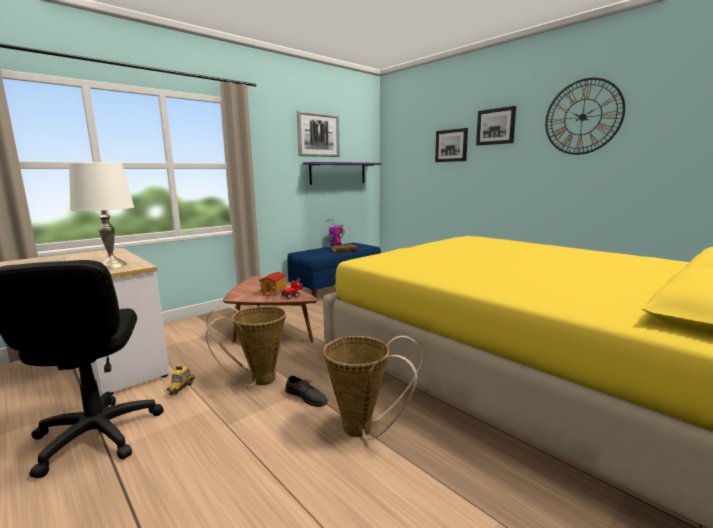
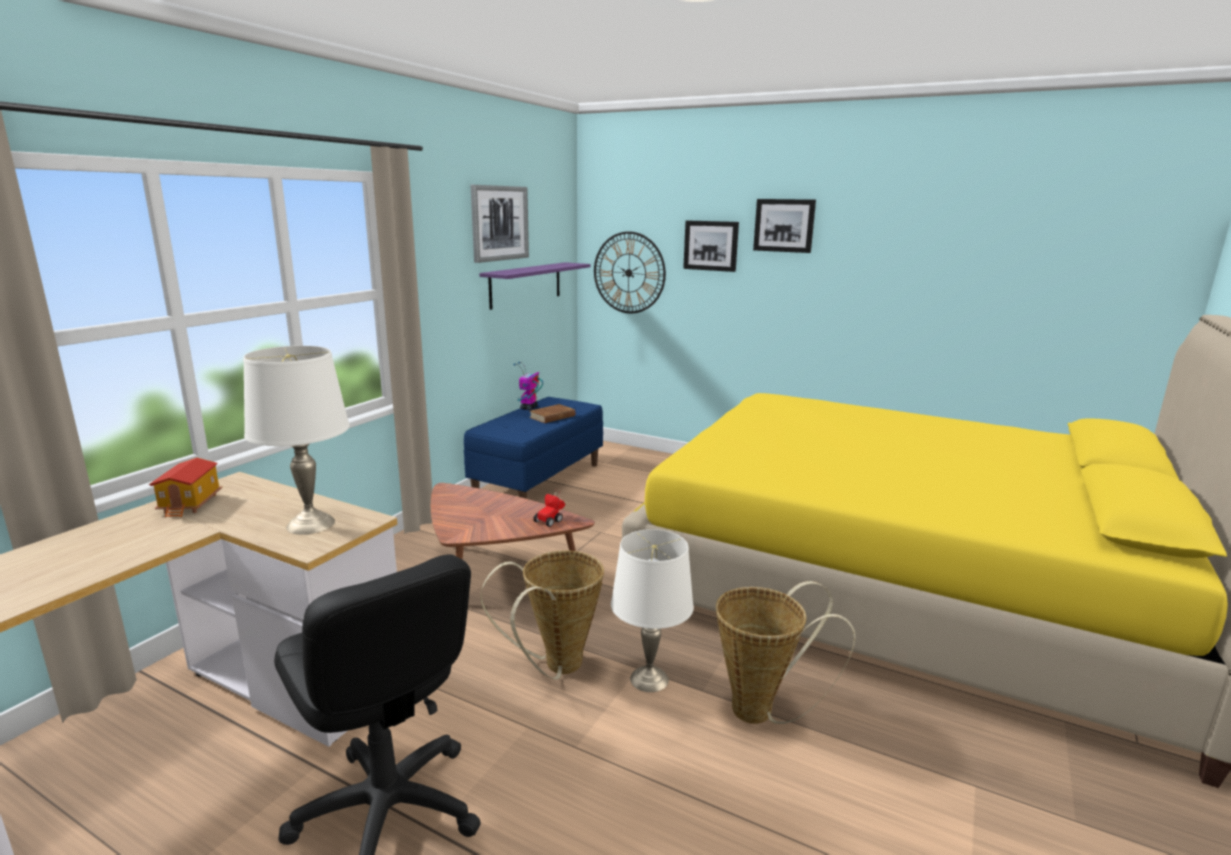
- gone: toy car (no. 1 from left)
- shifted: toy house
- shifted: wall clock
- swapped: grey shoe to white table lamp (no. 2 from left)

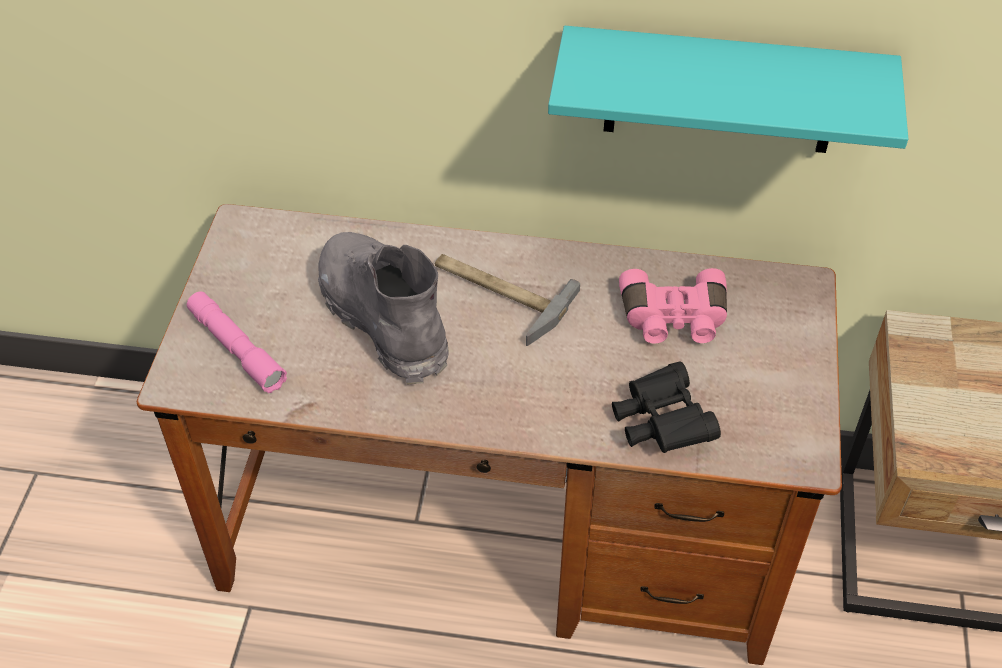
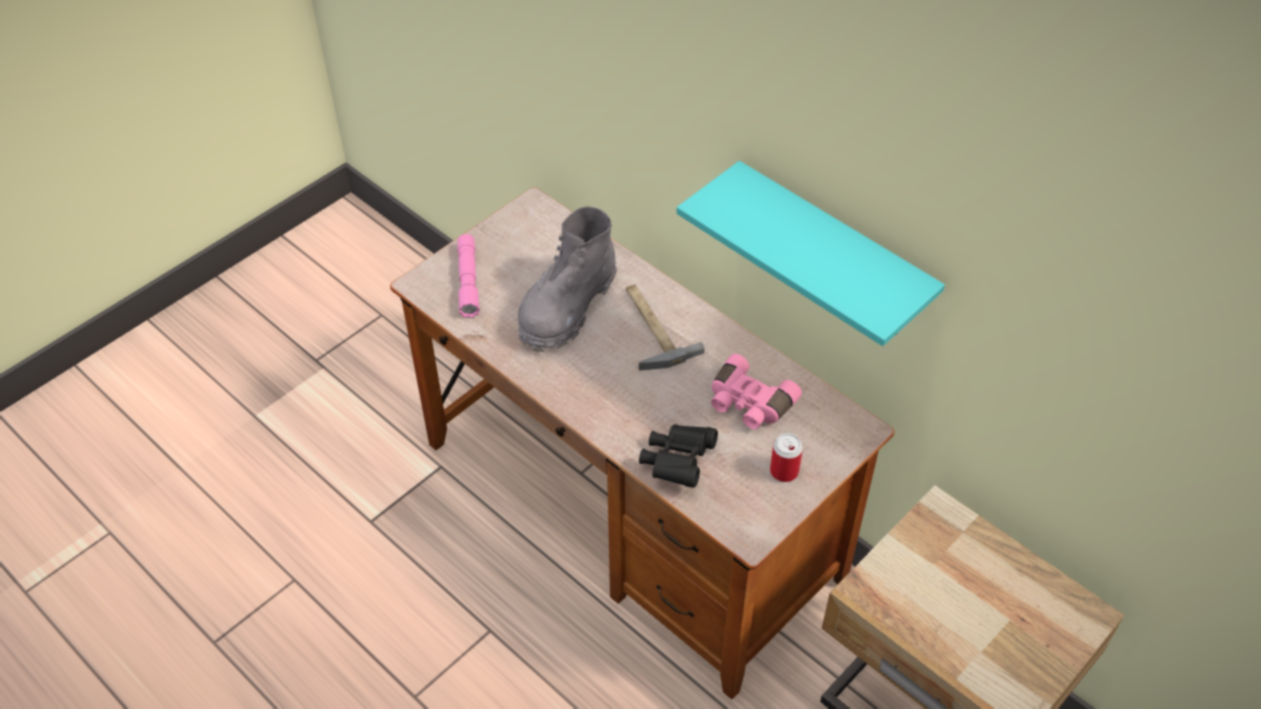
- new: can
- rotated: grey boot 150 degrees counterclockwise

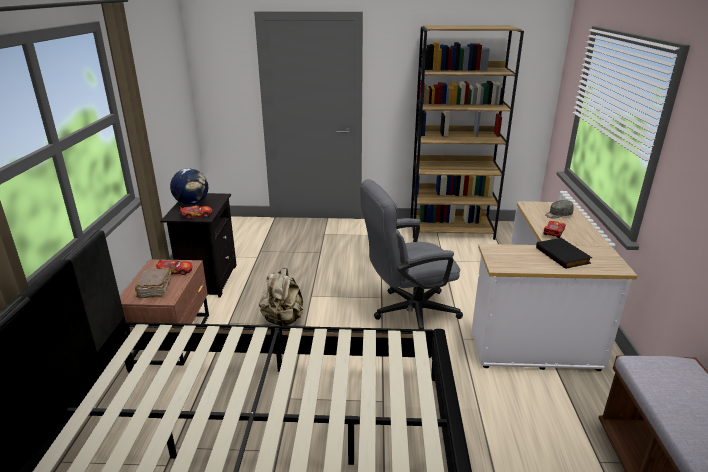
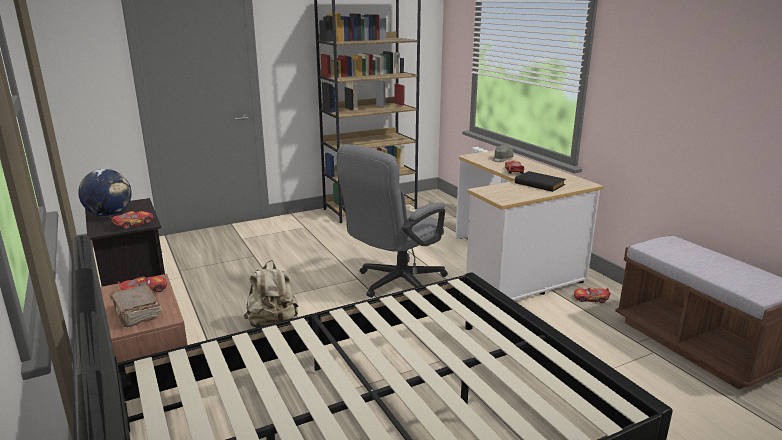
- new: toy car (no. 4 from left)

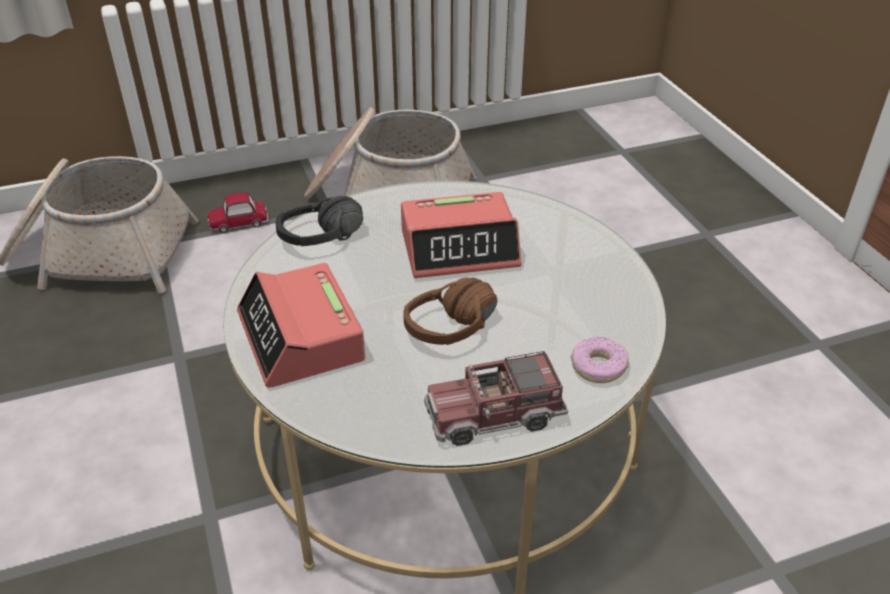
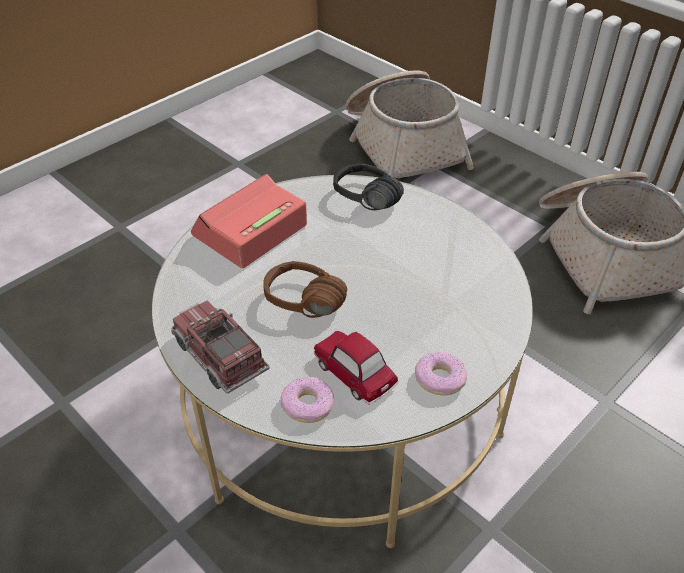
- gone: alarm clock (no. 2 from left)
- new: donut (no. 2 from left)
- shifted: toy car

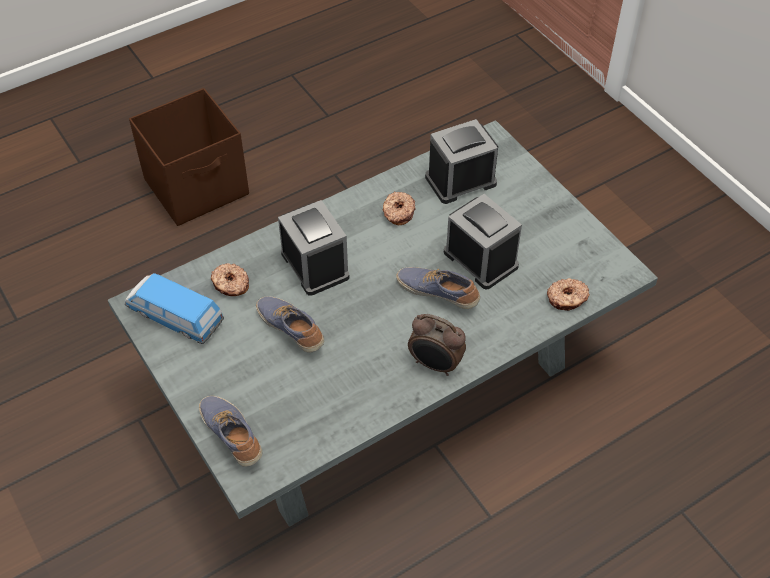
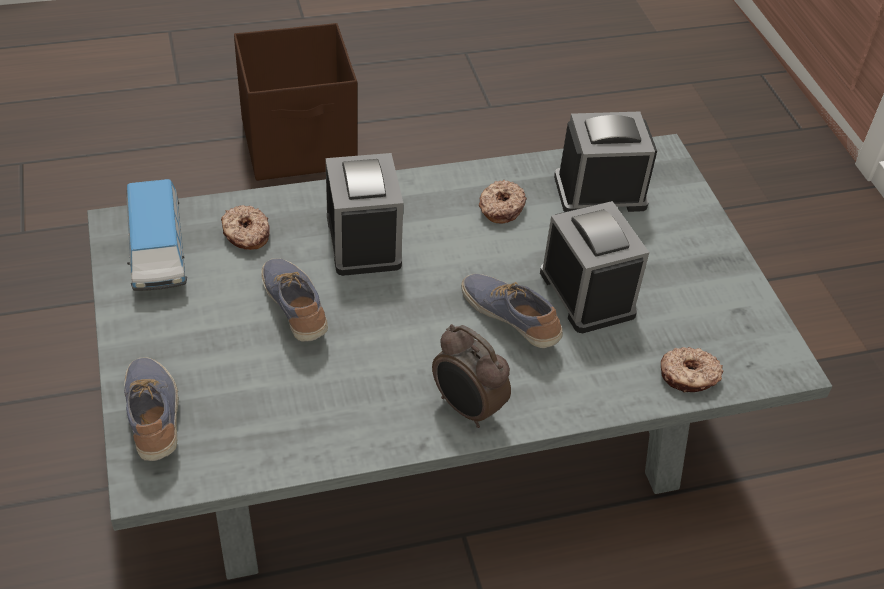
- rotated: toy car 150 degrees counterclockwise

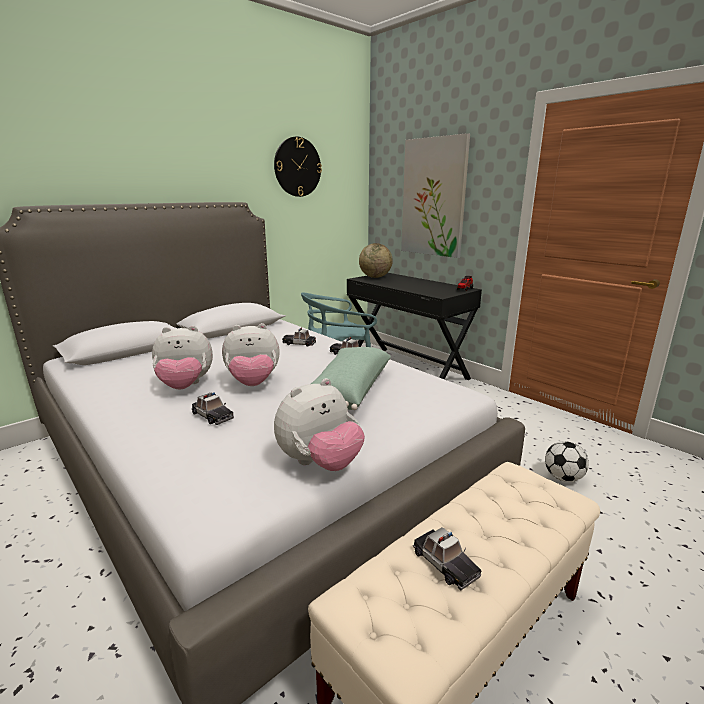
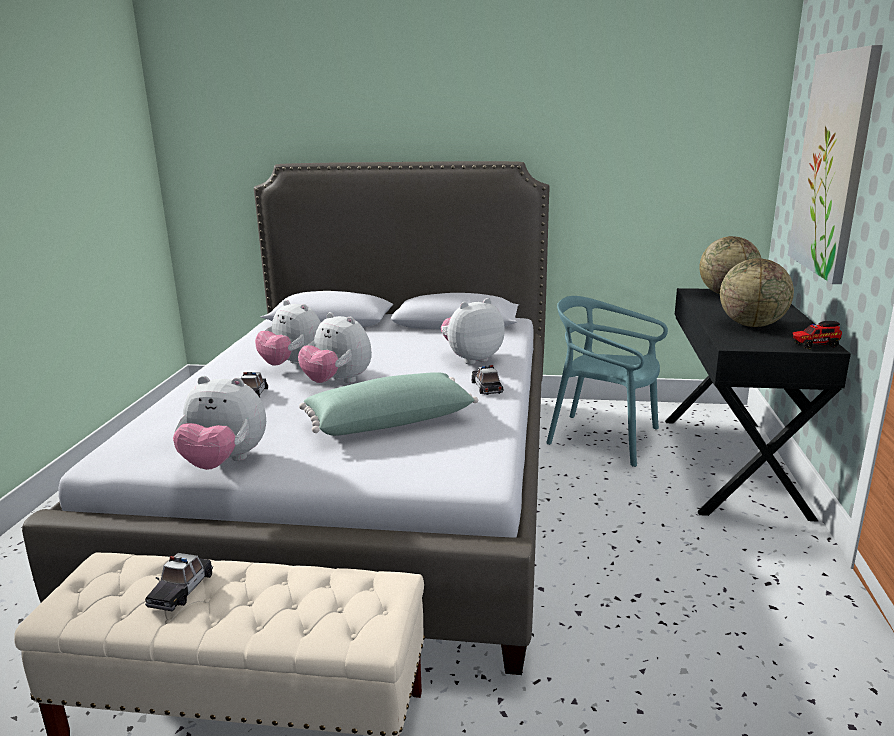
- gone: wall clock
- gone: football
- new: globe (no. 2 from left)
- swapped: toy car (no. 2 from left) to plush toy (no. 4 from left)

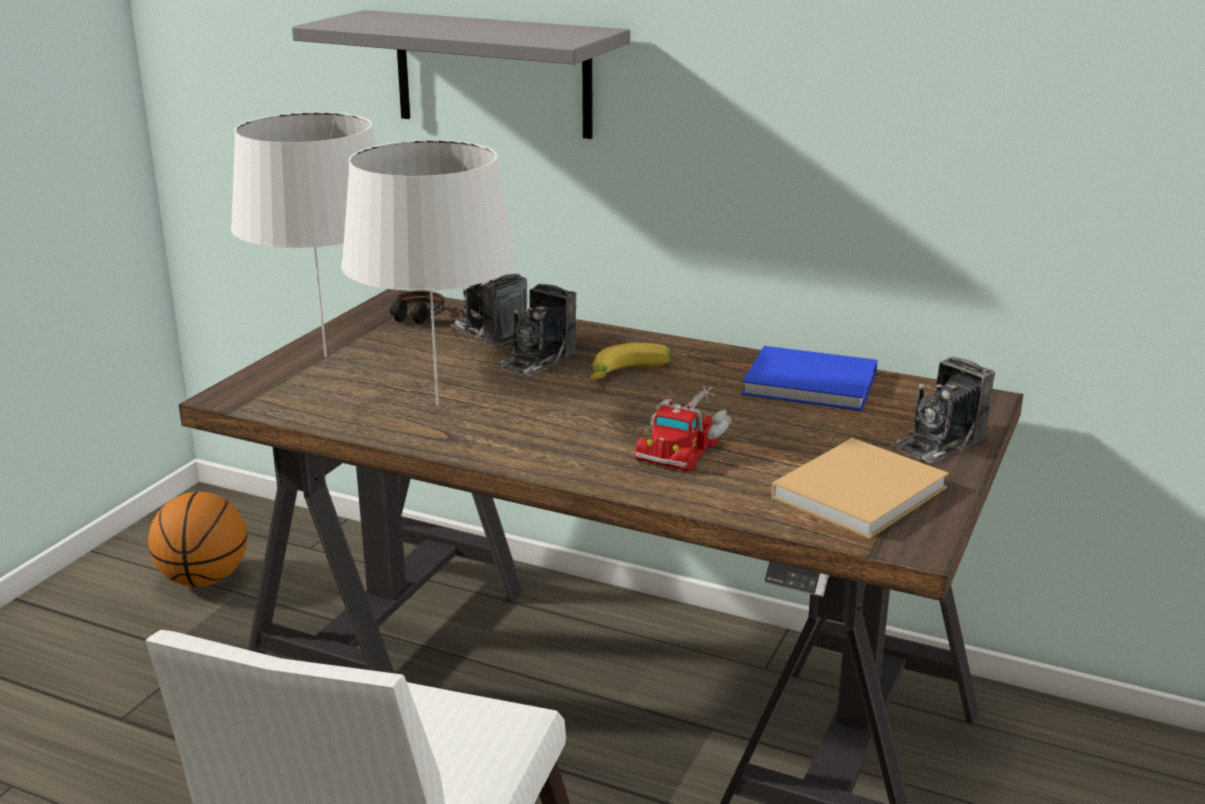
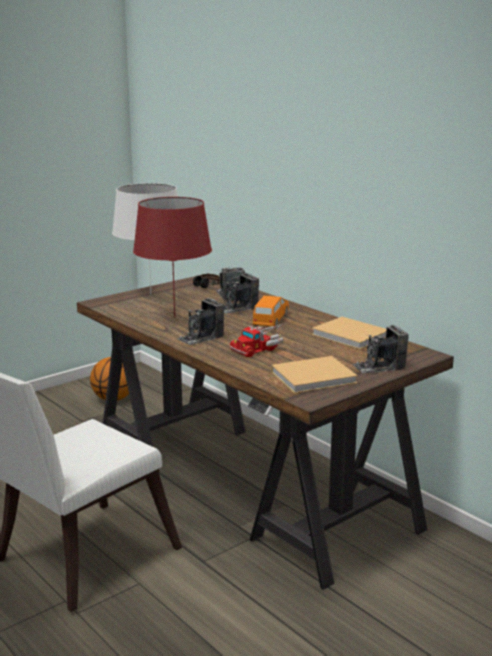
- gone: grey shelf
- new: photo camera (no. 1 from left)
- swapped: banana to orange toy car
- repainted: white table lamp (no. 2 from left) to red table lamp
- repainted: blue book to beige book (no. 2 from left)

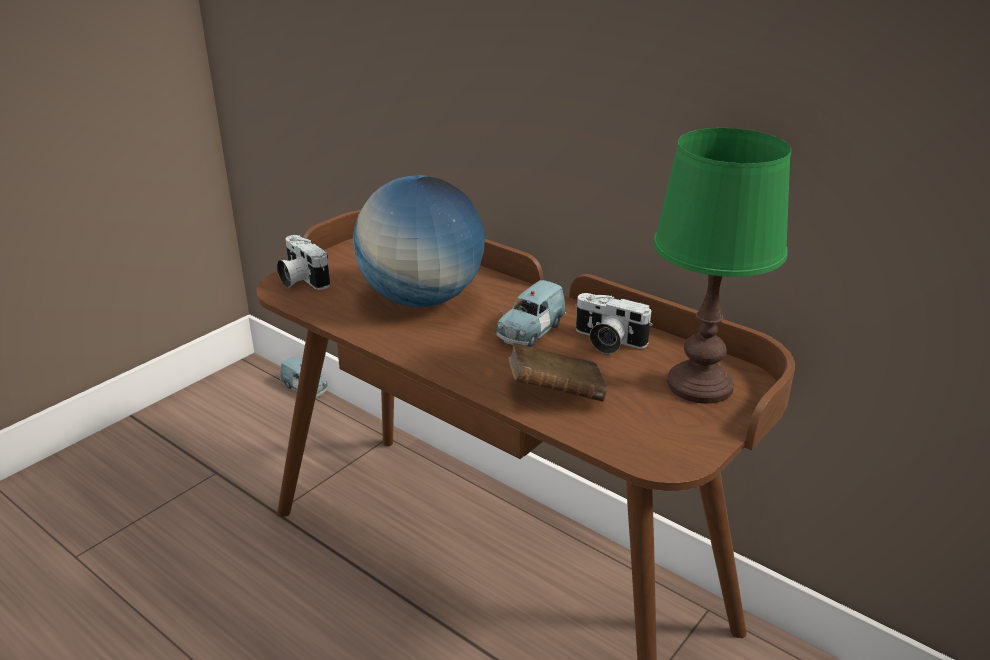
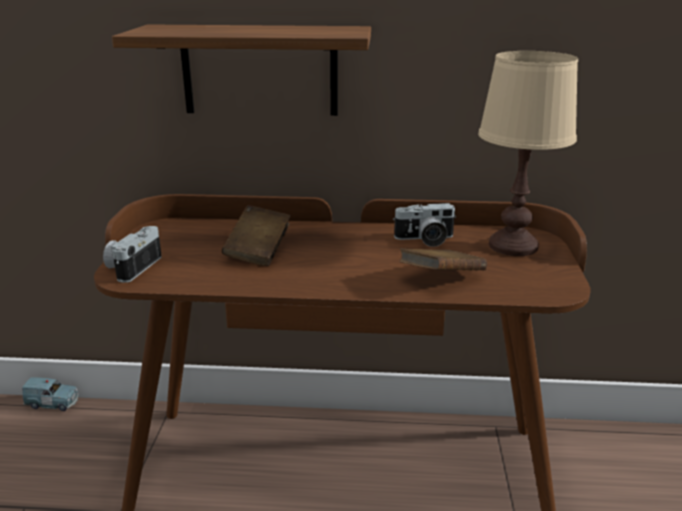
- gone: blue toy car (no. 2 from left)
- new: shelf
- swapped: globe to brown book (no. 1 from left)
- repainted: green table lamp to beige table lamp
- rotated: photo camera (no. 1 from left) 90 degrees clockwise

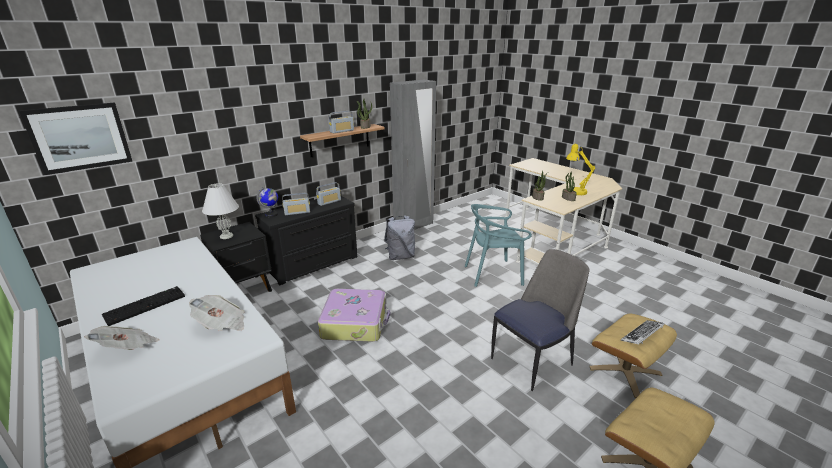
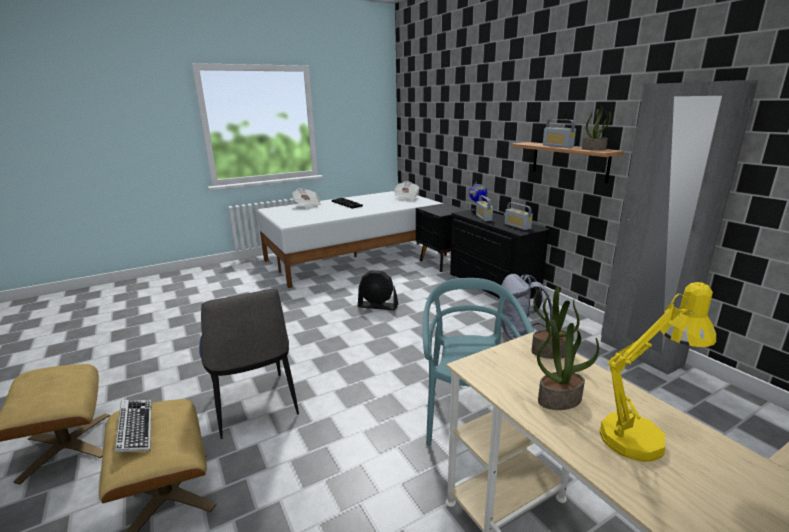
- gone: picture
- gone: white table lamp
- shifted: newspaper (no. 2 from left)
- swapped: suitcase to black fan

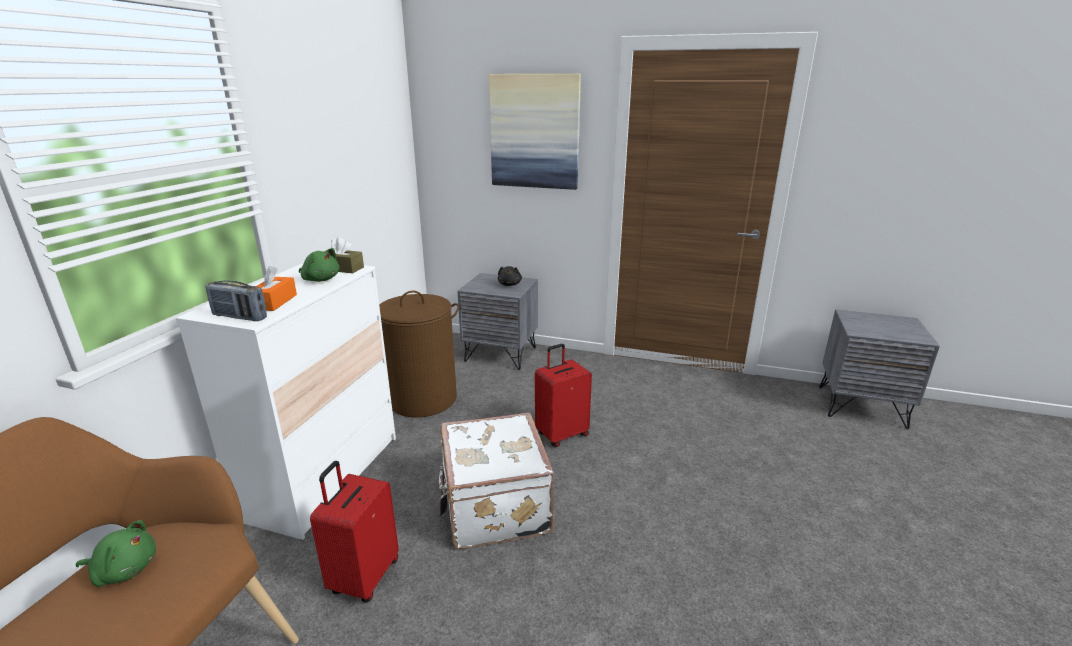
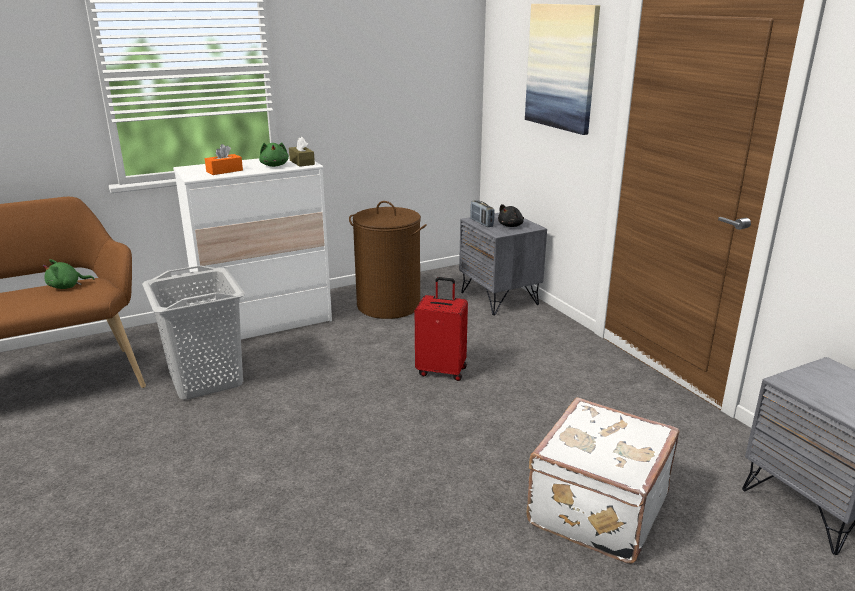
- shifted: radio
- shifted: white suitcase
- swapped: red suitcase (no. 1 from left) to grey laundry basket
- rotated: green plush toy (no. 1 from left) 105 degrees clockwise

